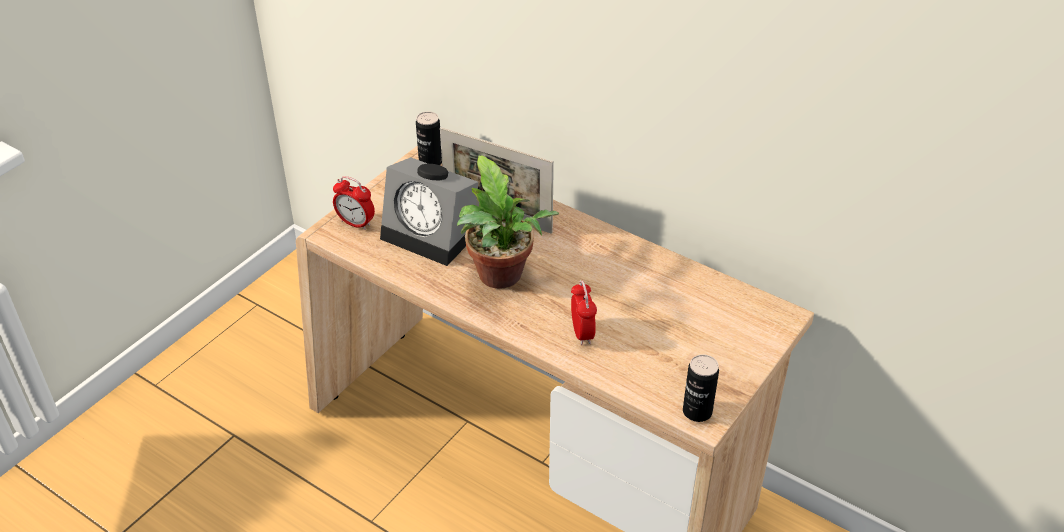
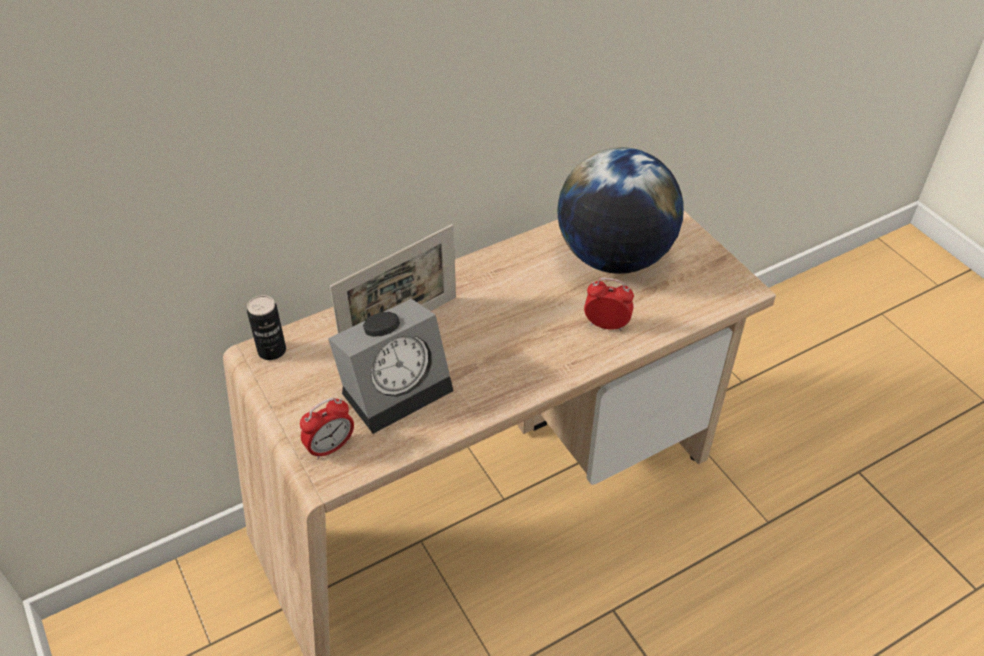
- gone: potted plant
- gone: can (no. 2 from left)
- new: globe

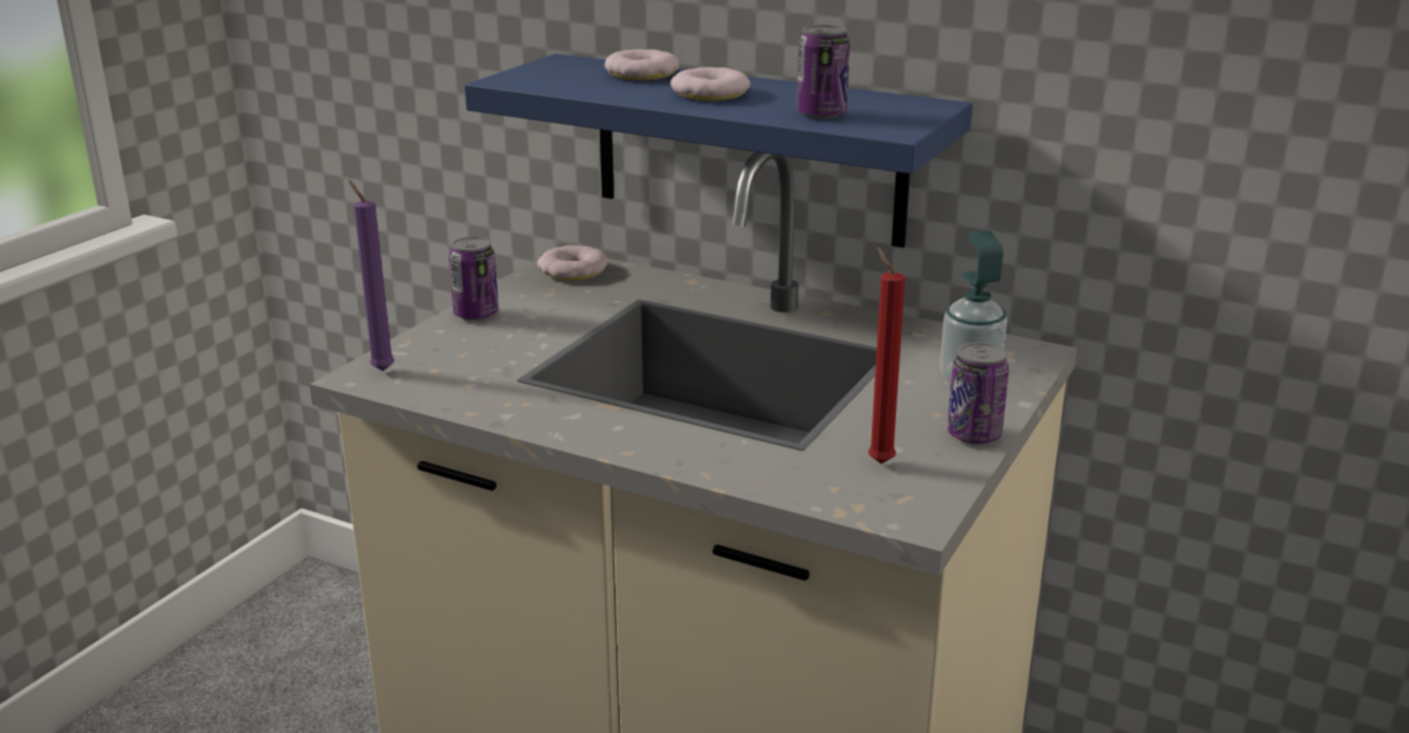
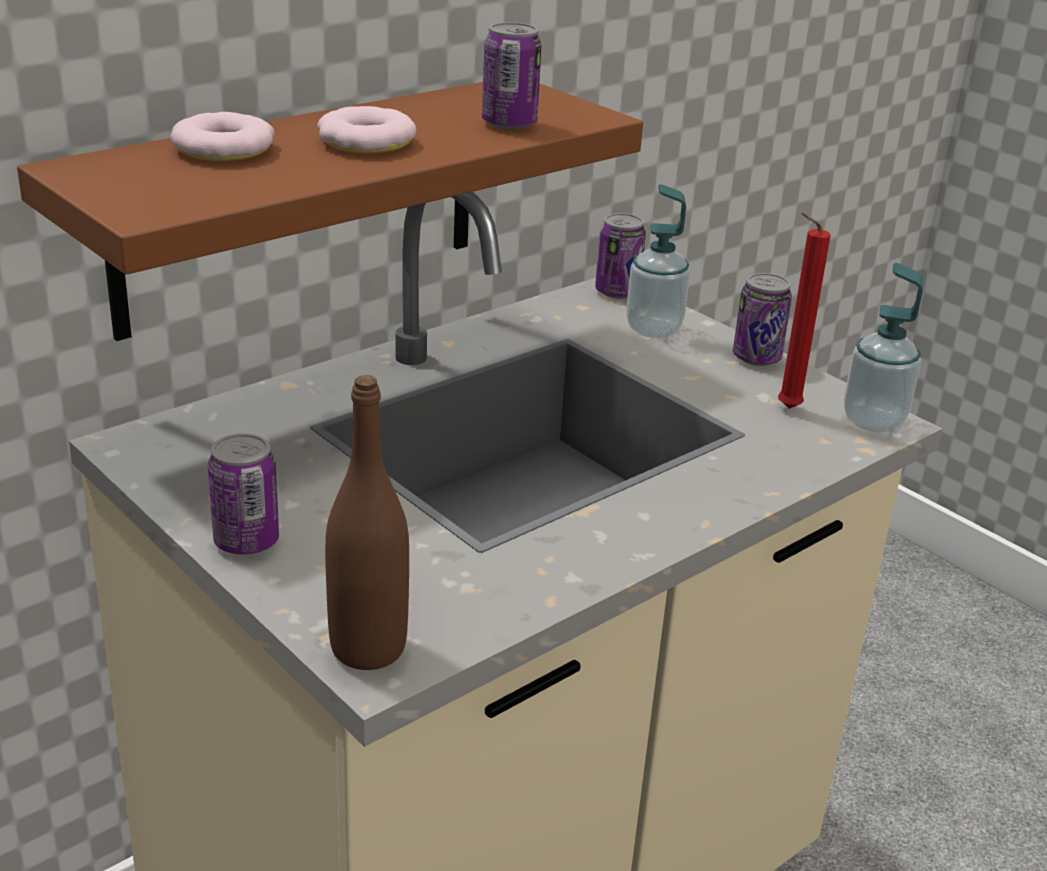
- gone: donut (no. 1 from left)
- new: can (no. 3 from left)
- new: soap dispenser (no. 2 from left)
- swapped: purple candle to brown bottle
- repainted: blue shelf to brown shelf

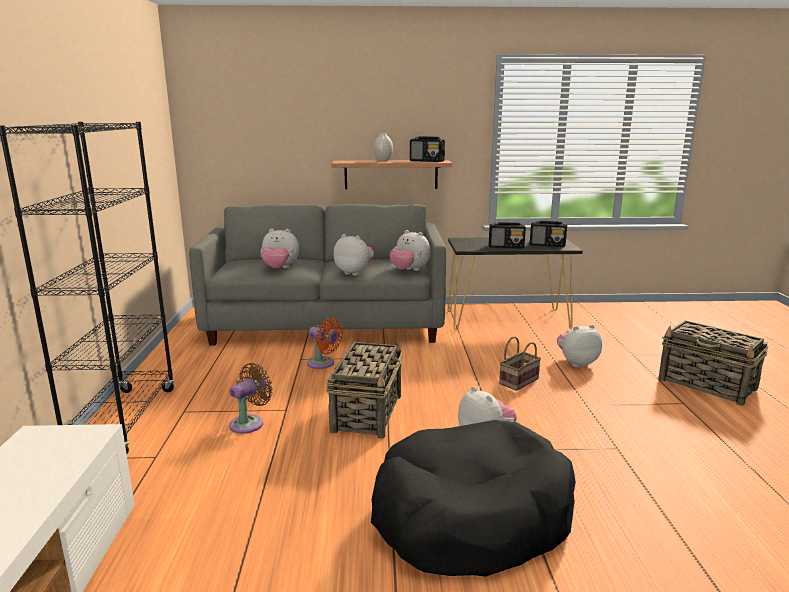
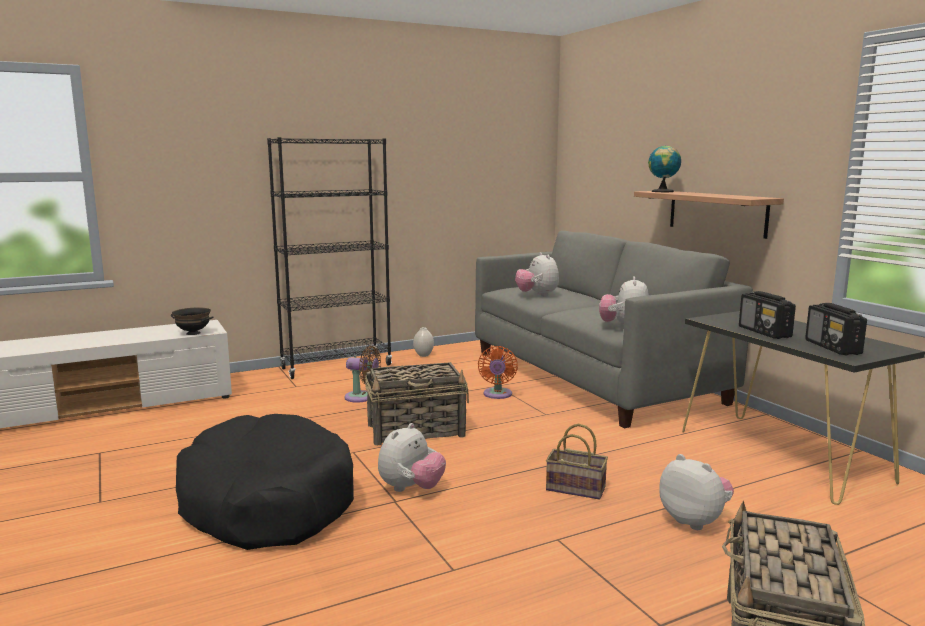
- gone: plush toy (no. 2 from left)
- gone: radio (no. 1 from left)
- new: black bowl
- new: globe
- shifted: white vase

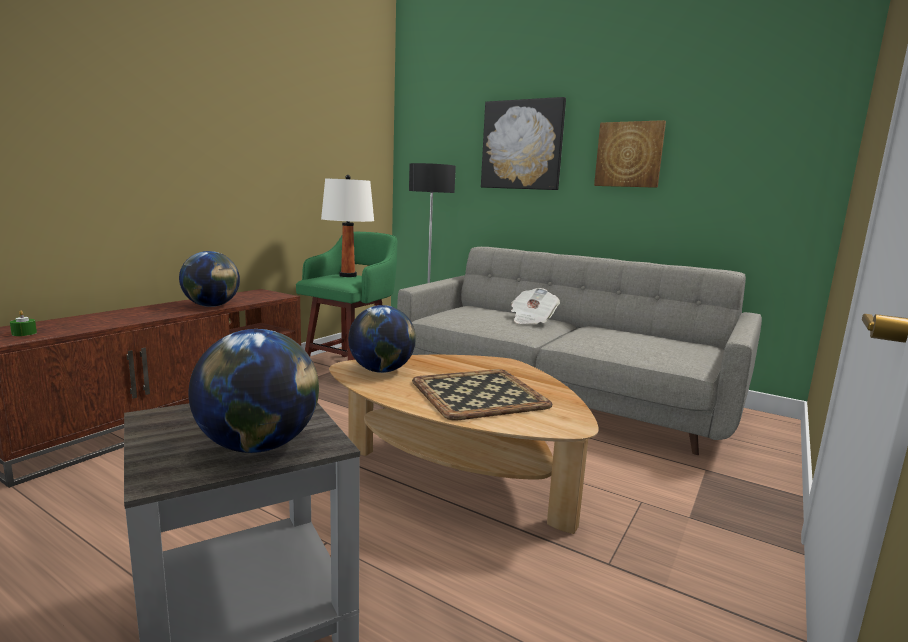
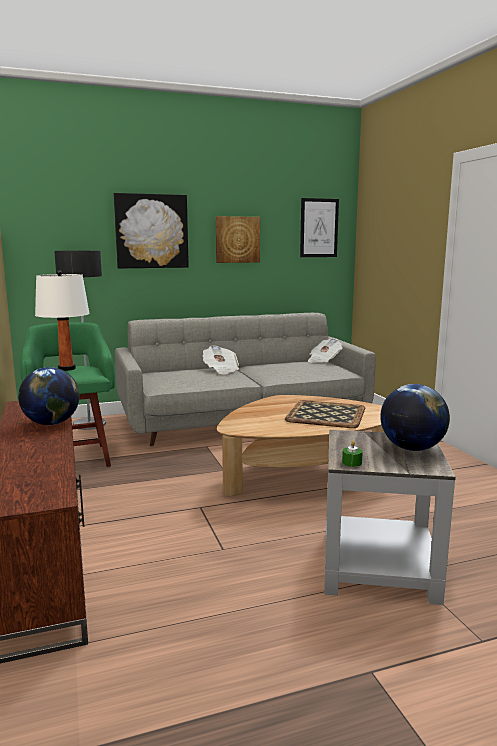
- gone: globe (no. 3 from left)
- new: picture (no. 3 from left)
- new: newspaper (no. 2 from left)
- shifted: green candle

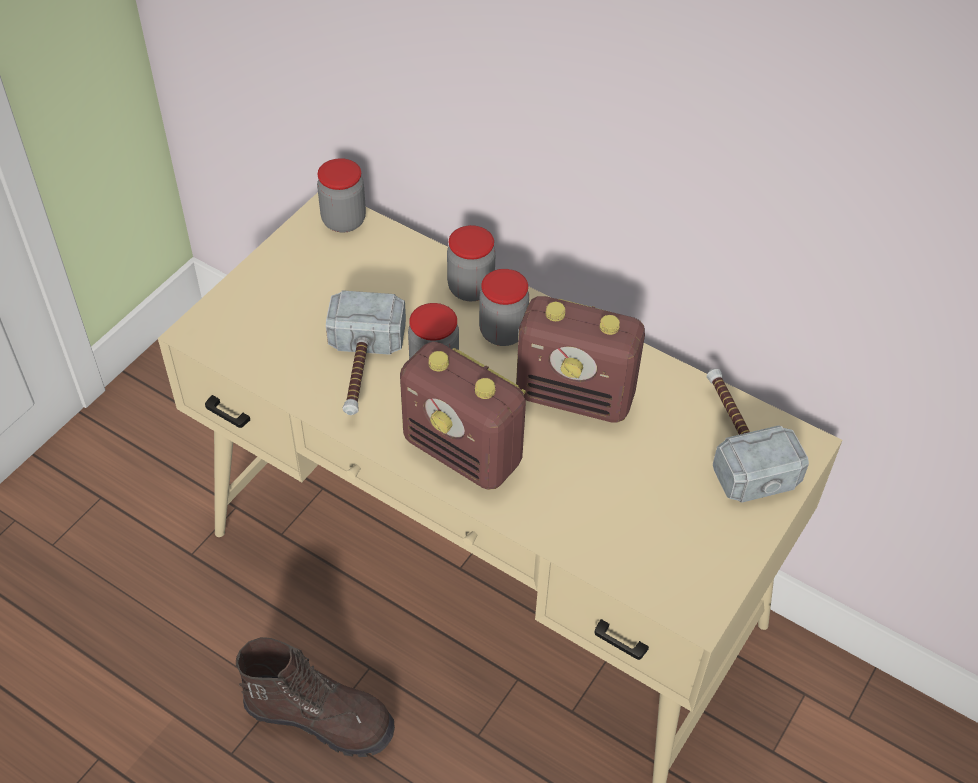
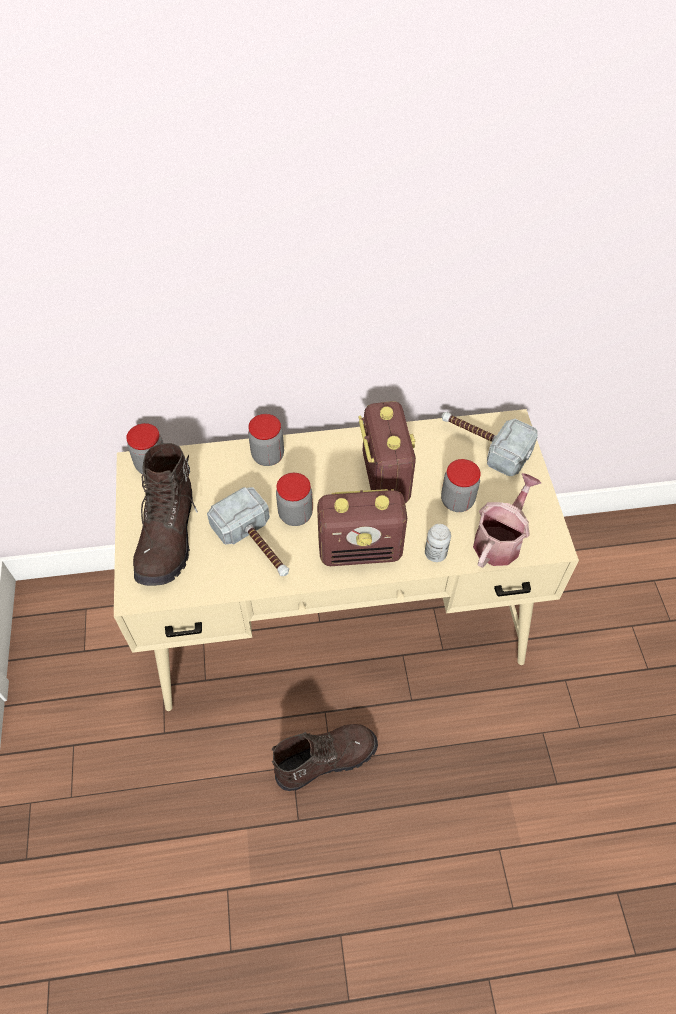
- new: brown boot (no. 1 from left)
- new: can
- new: watering can
- shifted: jar (no. 4 from left)
- rotated: radio (no. 2 from left) 75 degrees counterclockwise

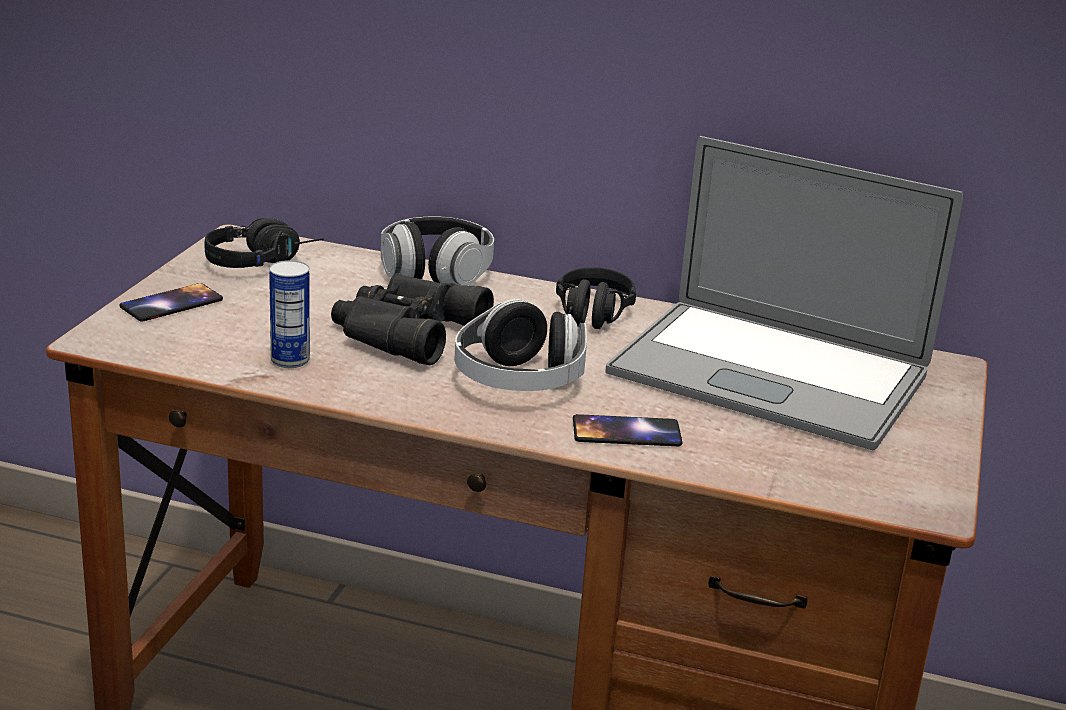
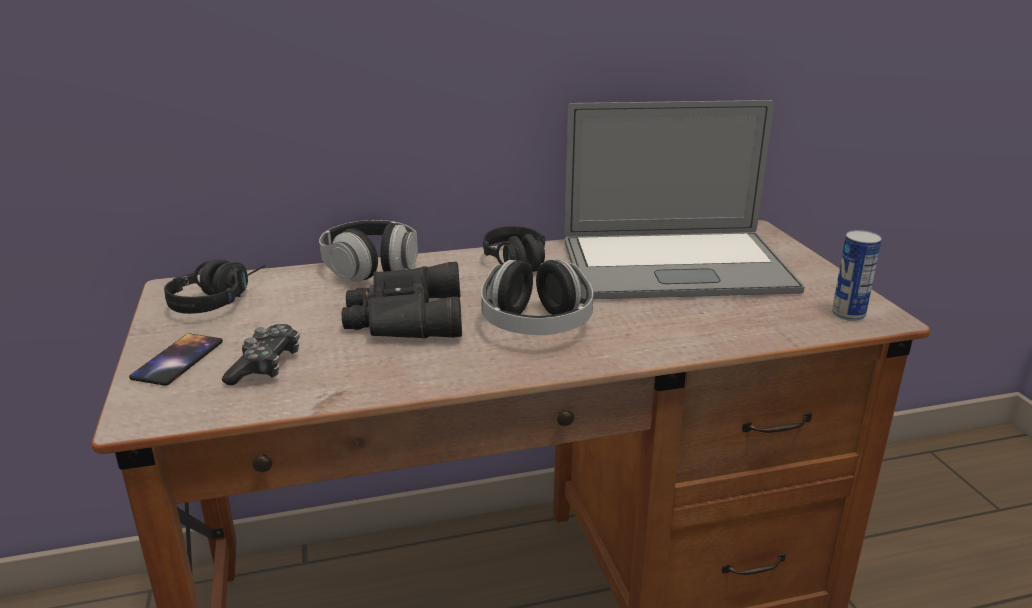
- gone: phone (no. 2 from left)
- new: game controller
- shifted: can

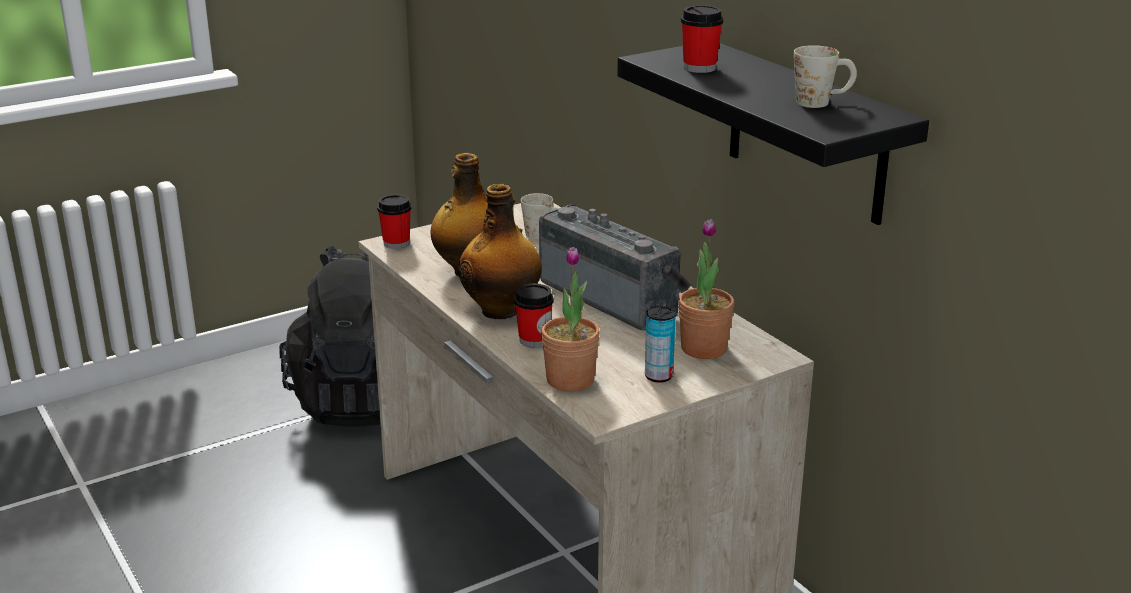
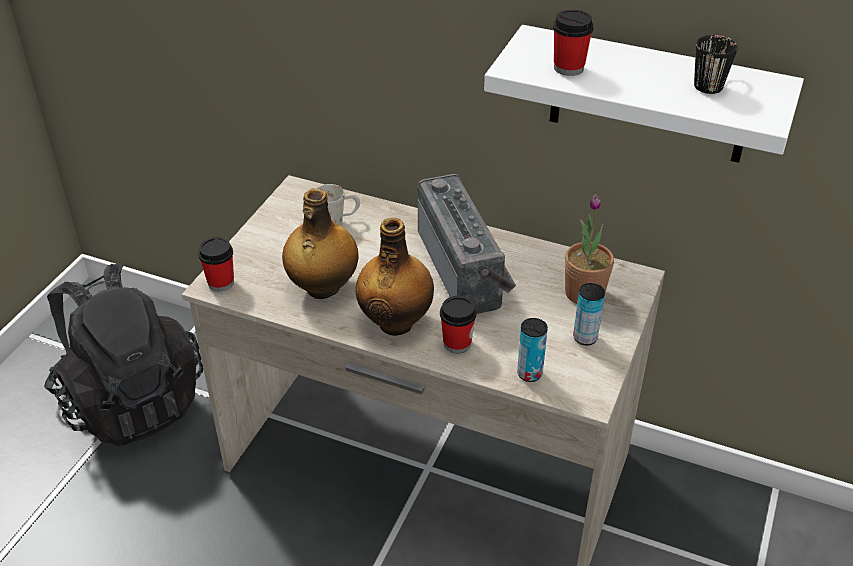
- swapped: potted plant (no. 1 from left) to can (no. 1 from left)
- repainted: black shelf to white shelf
- repainted: white mug (no. 2 from left) to black mug
- rotated: radio 60 degrees clockwise

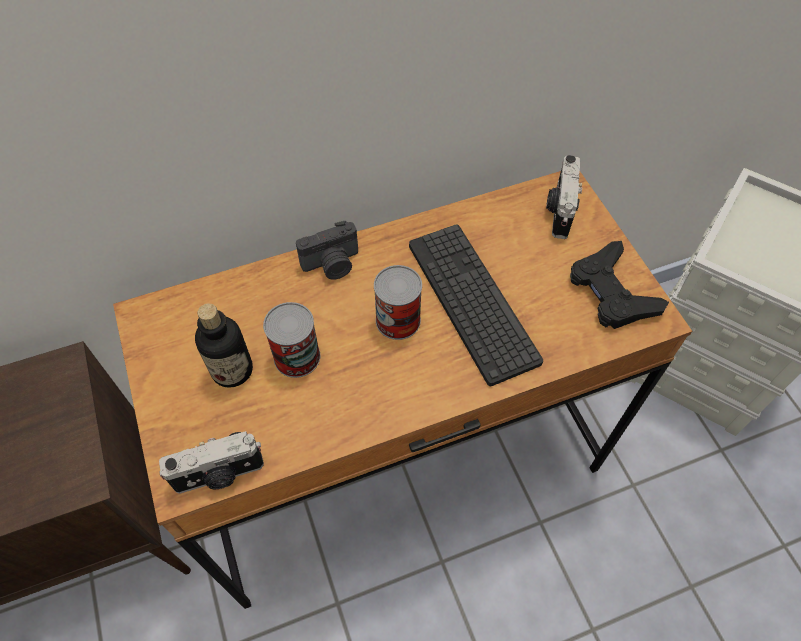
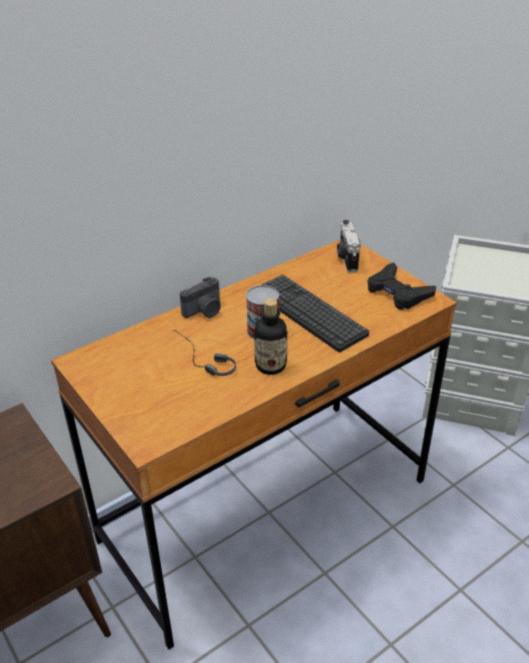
- gone: photo camera (no. 1 from left)
- shifted: bottle
- swapped: can (no. 1 from left) to headphones

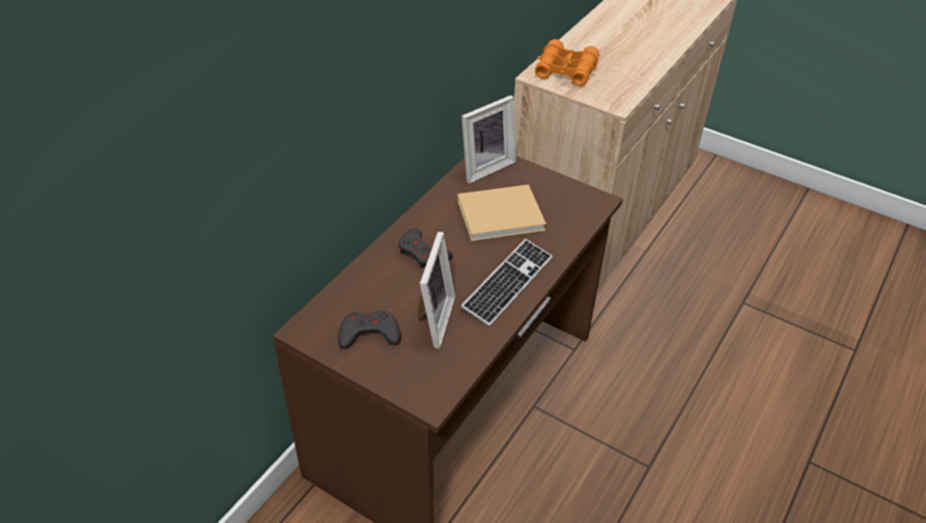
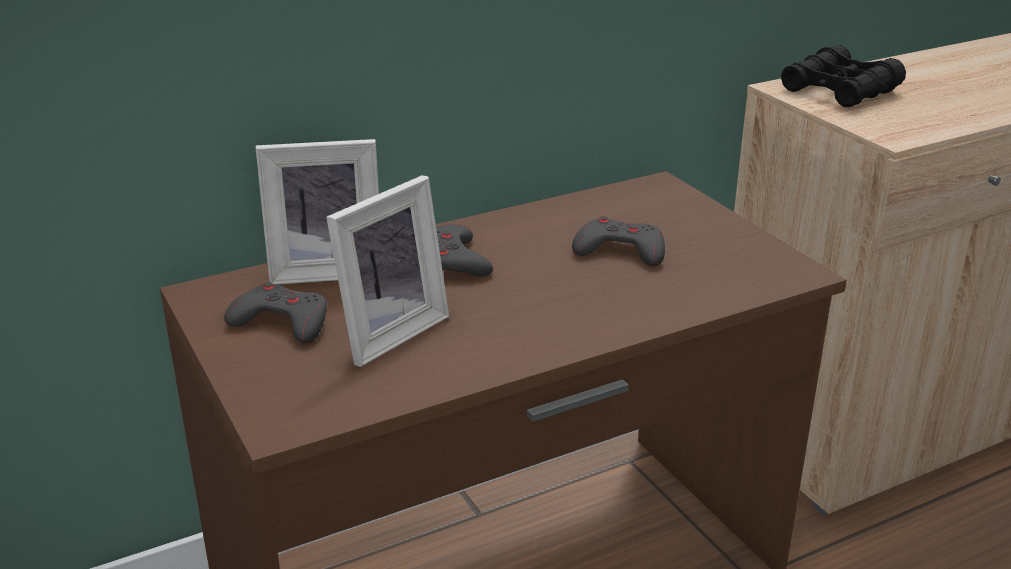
- gone: keyboard
- shifted: picture frame (no. 2 from left in the first image) to picture frame (no. 1 from left)
- swapped: beige book to grey game controller (no. 3 from left)
- repainted: orange binoculars to black binoculars

